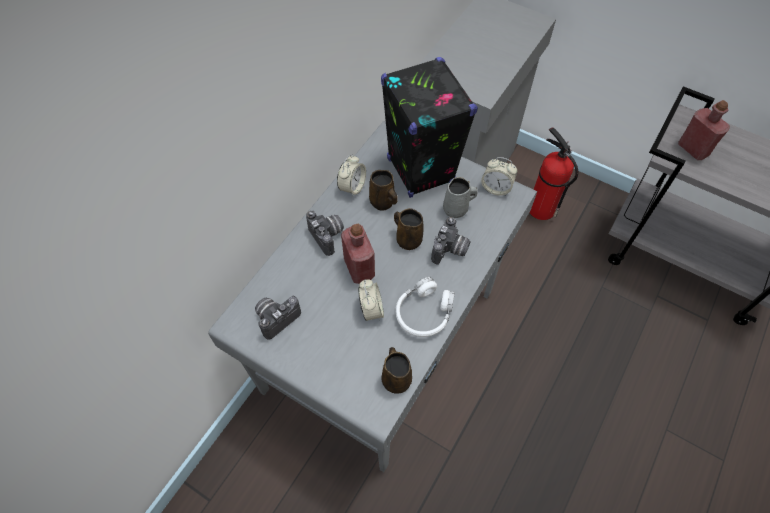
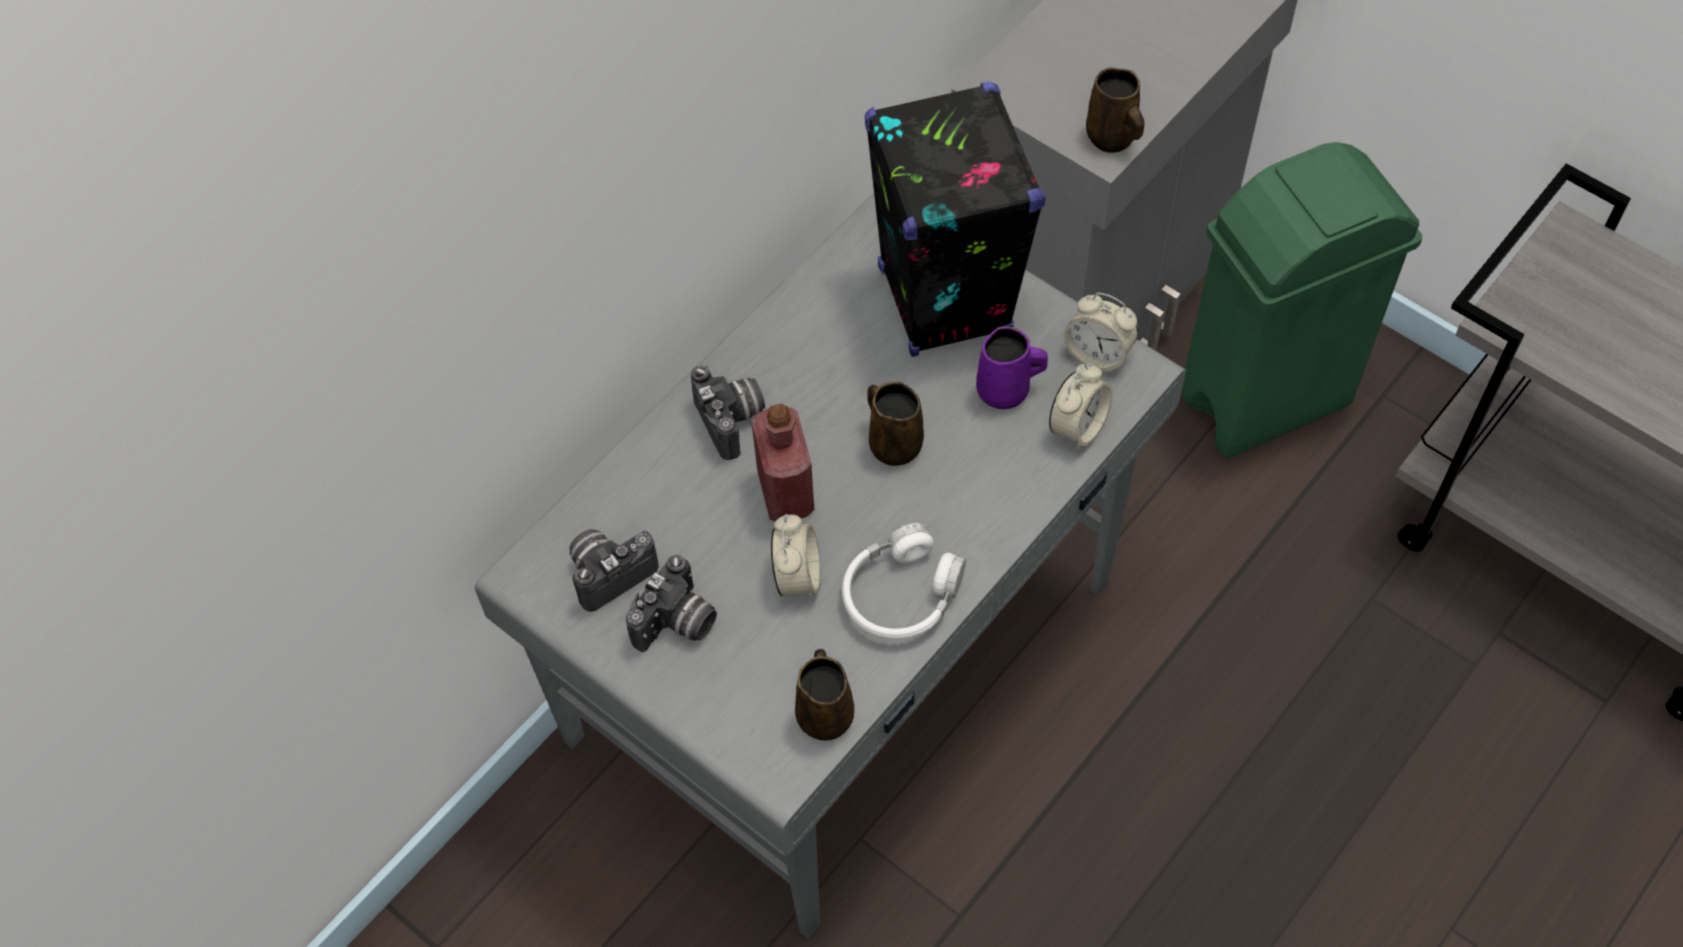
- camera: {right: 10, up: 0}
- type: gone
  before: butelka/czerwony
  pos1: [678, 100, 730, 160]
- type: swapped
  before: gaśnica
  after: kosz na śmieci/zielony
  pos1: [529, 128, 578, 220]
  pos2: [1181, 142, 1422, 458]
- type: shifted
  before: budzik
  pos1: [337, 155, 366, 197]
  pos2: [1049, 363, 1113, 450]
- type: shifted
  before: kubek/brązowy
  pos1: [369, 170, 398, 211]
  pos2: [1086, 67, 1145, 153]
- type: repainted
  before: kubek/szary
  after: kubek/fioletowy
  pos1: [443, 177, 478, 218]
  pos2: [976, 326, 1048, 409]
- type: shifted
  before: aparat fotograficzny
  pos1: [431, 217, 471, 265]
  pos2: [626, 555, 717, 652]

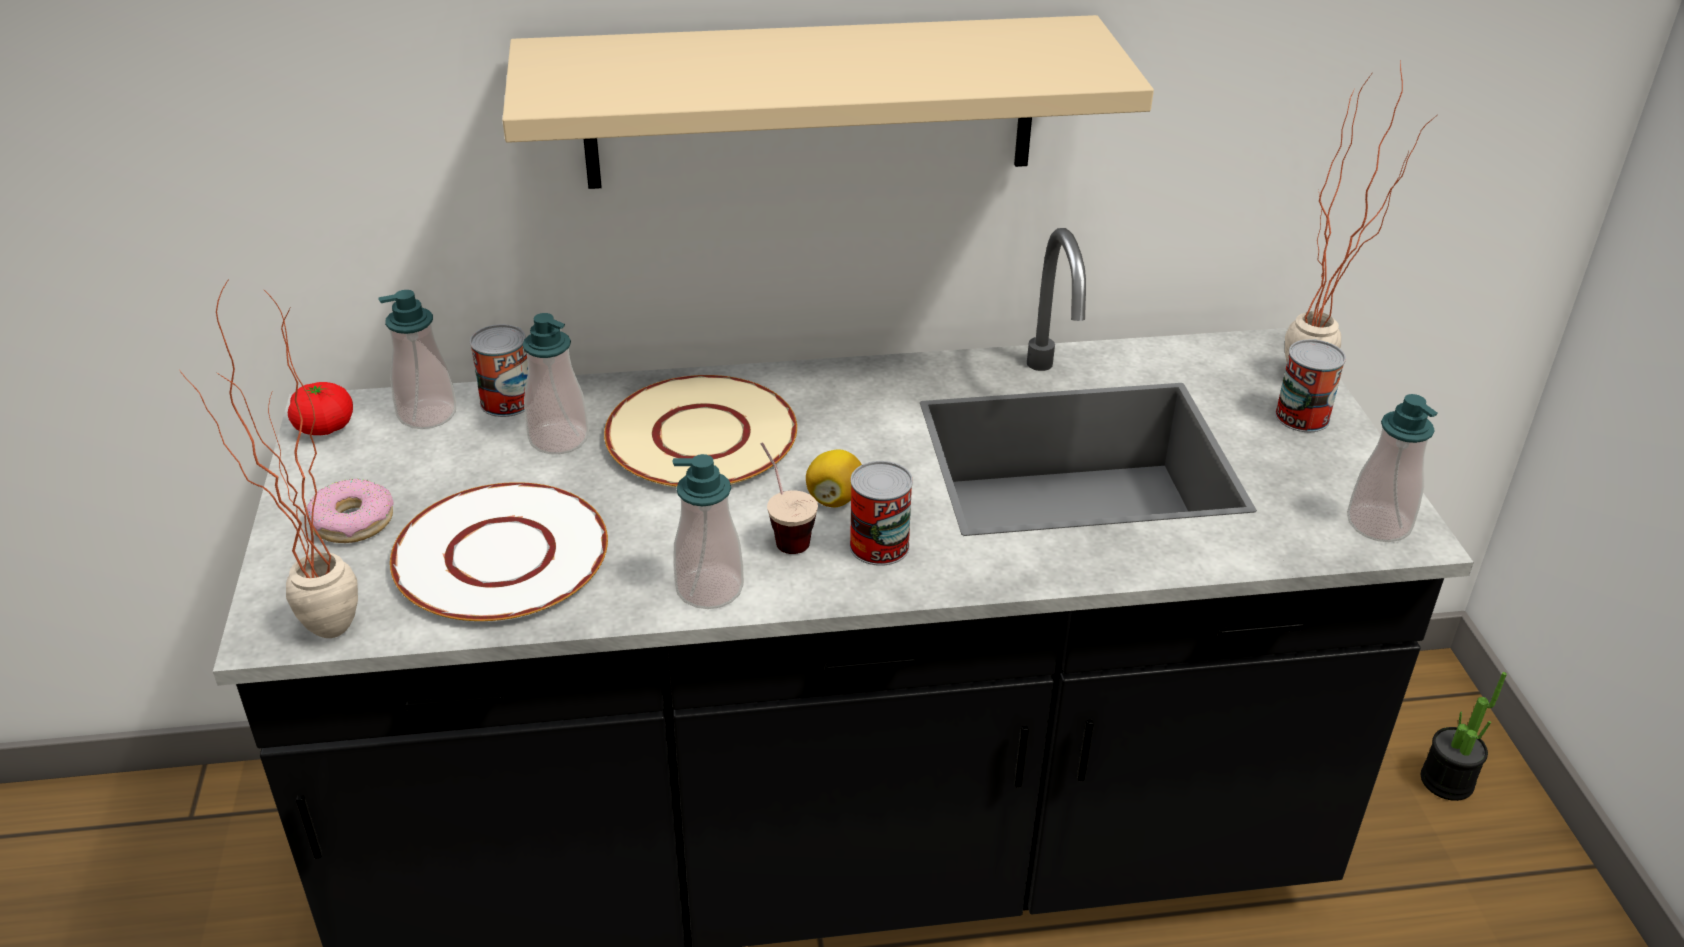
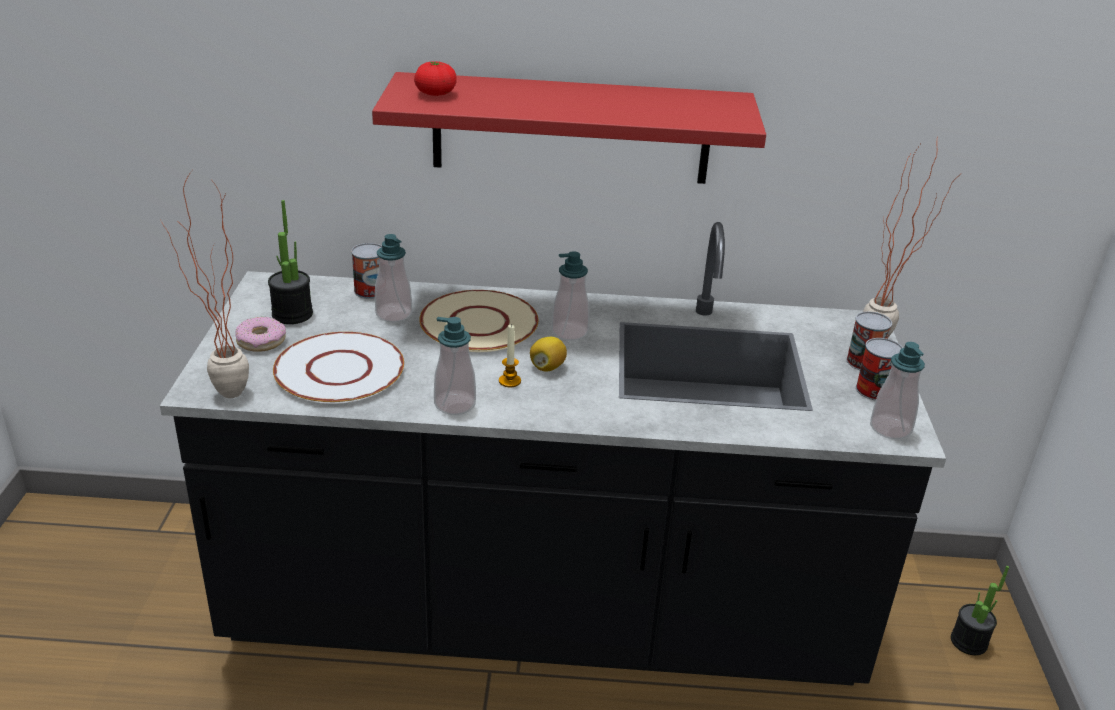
- camera: {right: 10, up: -5}
- type: repainted
  before: półka/beżowy
  after: półka/czerwony
  pos1: [502, 15, 1154, 189]
  pos2: [372, 72, 766, 184]
- type: shifted
  before: dozownik mydła
  pos1: [378, 290, 456, 429]
  pos2: [552, 251, 589, 341]
- type: shifted
  before: pomidor
  pos1: [288, 382, 353, 435]
  pos2: [414, 61, 457, 96]
- type: swapped
  before: filiżanka
  after: świeca
  pos1: [761, 443, 818, 554]
  pos2: [499, 324, 521, 387]
- type: shifted
  before: puszka
  pos1: [849, 461, 913, 566]
  pos2: [856, 338, 903, 400]
- type: new
  after: roślina doniczkowa
  pos2: [268, 200, 313, 324]

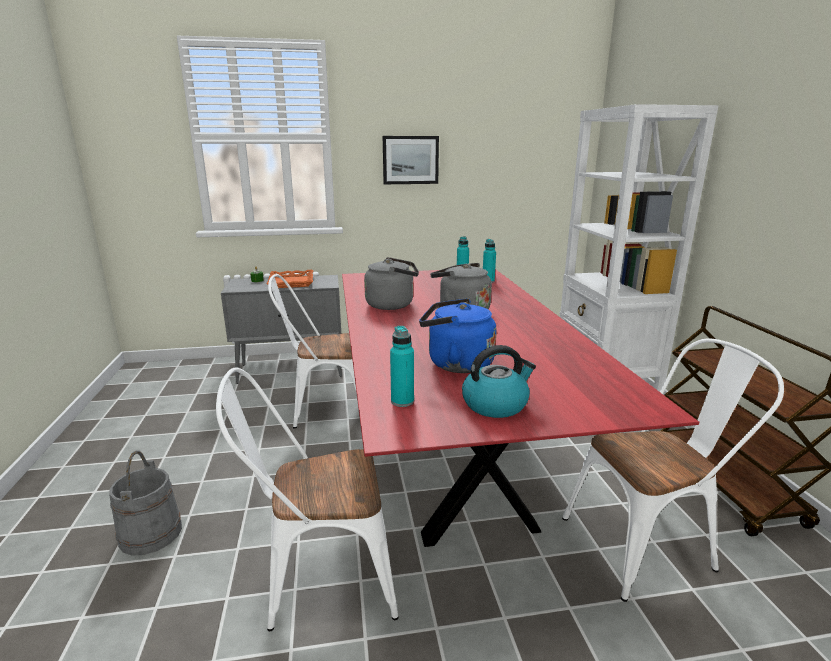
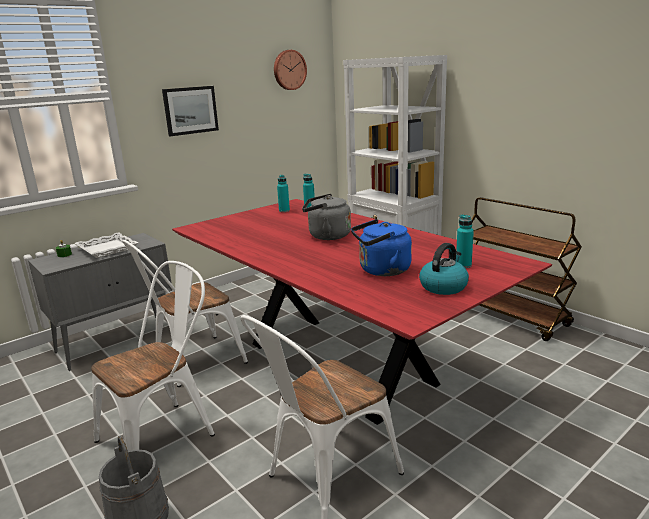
- camera: {right: -30, up: 0}
- type: gone
  before: czajnik/szary
  pos1: [364, 257, 419, 310]
- type: repainted
  before: taca/pomarańczowy
  after: taca/biały
  pos1: [267, 270, 313, 288]
  pos2: [75, 232, 138, 258]
- type: shifted
  before: butelka/turkusowy
  pos1: [390, 326, 414, 407]
  pos2: [456, 214, 474, 268]
- type: shifted
  before: krzesło/biały
  pos1: [562, 339, 784, 602]
  pos2: [91, 261, 215, 451]
- type: new
  after: zegar ścienny
  pos2: [274, 50, 307, 90]

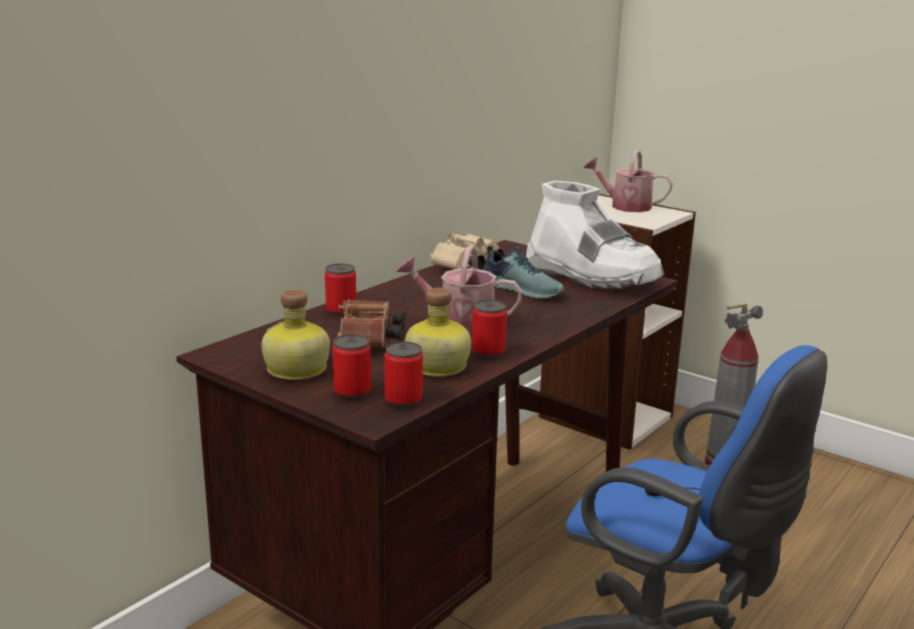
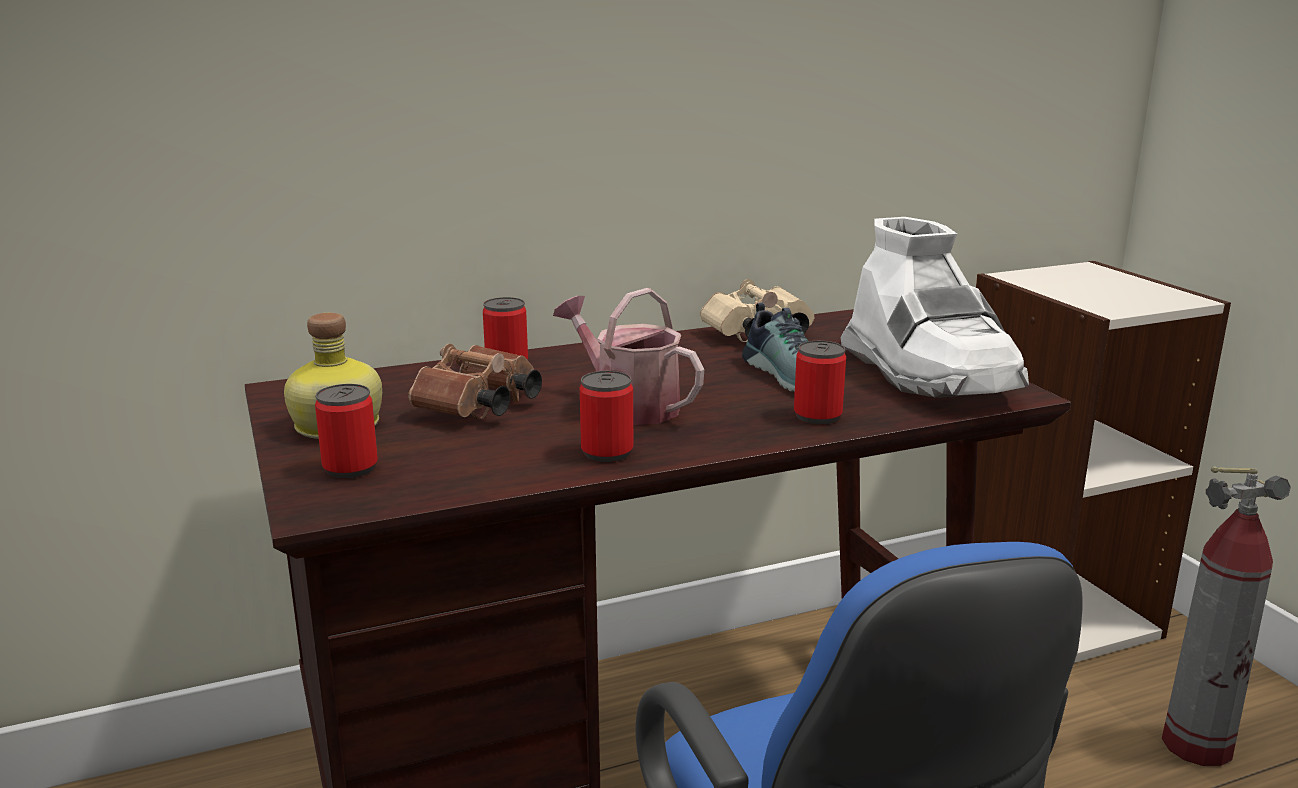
- camera: {right: 30, up: 0}
- type: gone
  before: konewka
  pos1: [583, 150, 673, 212]
- type: gone
  before: butelka
  pos1: [405, 288, 471, 377]
- type: shifted
  before: puszka
  pos1: [384, 342, 423, 408]
  pos2: [794, 341, 846, 424]

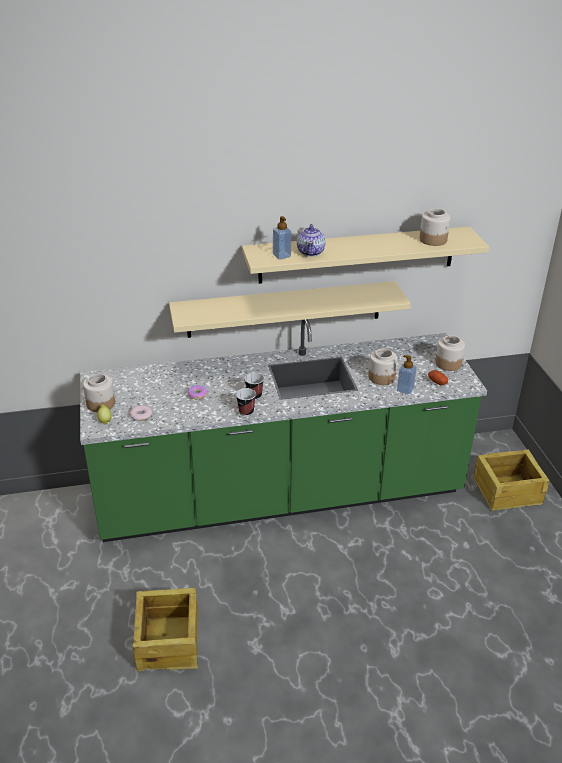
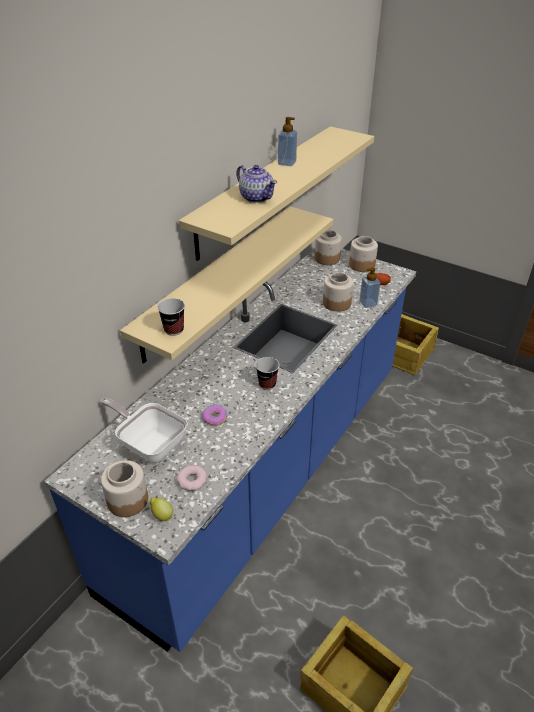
- camera: {right: -45, up: 5}
- type: shifted
  before: słoik
  pos1: [419, 208, 450, 246]
  pos2: [314, 230, 342, 265]
- type: shifted
  before: dozownik mydła
  pos1: [273, 216, 291, 259]
  pos2: [278, 117, 297, 166]
- type: repainted
  before: zabudowa kuchenna/zielony
  after: zabudowa kuchenna/niebieski
  pos1: [80, 319, 487, 542]
  pos2: [44, 248, 416, 652]
- type: shifted
  before: filiżanka
  pos1: [236, 388, 256, 416]
  pos2: [157, 298, 185, 336]
- type: new
  after: patelnia
  pos2: [100, 398, 188, 462]

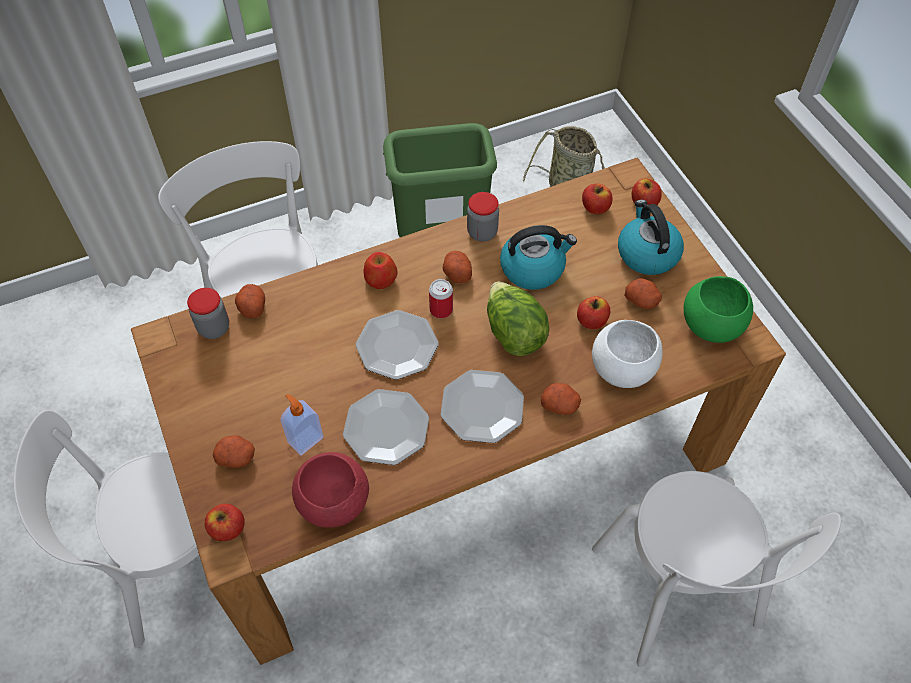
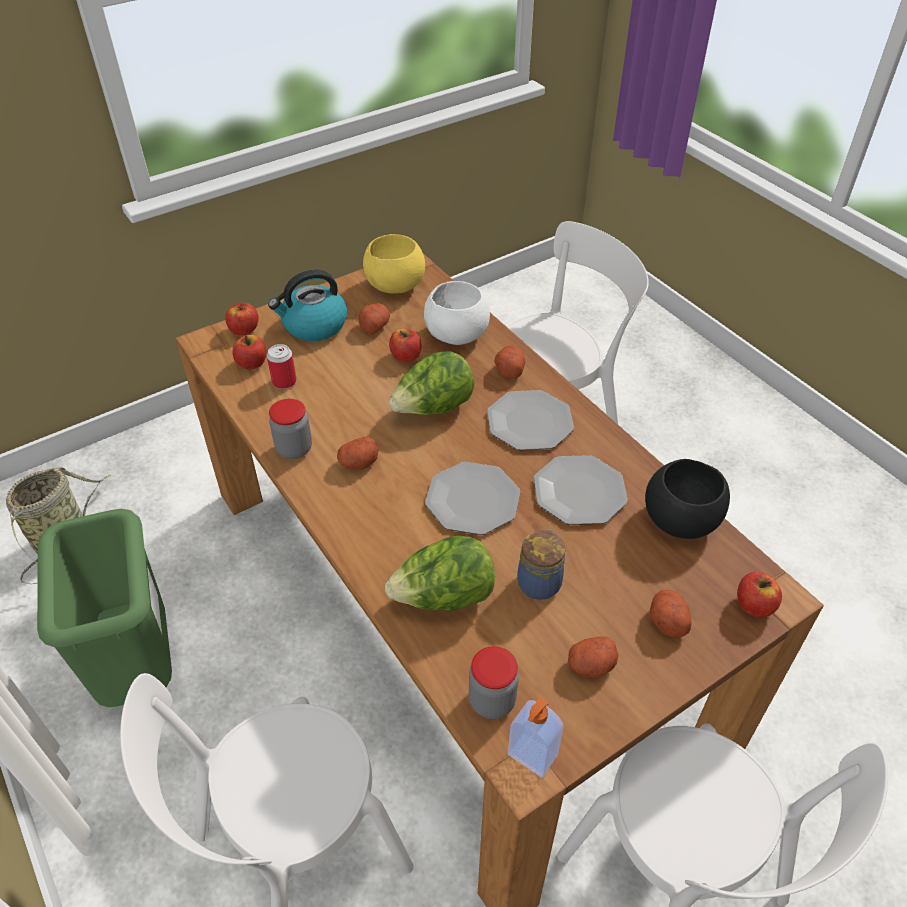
- camera: {right: -100, up: -10}
- type: gone
  before: czajnik
  pos1: [500, 225, 577, 290]
- type: gone
  before: jabłko
  pos1: [363, 252, 397, 289]
- type: repainted
  before: miska/zielony
  after: miska/żółty
  pos1: [684, 276, 753, 343]
  pos2: [363, 234, 425, 293]
- type: shifted
  before: puszka
  pos1: [429, 279, 453, 318]
  pos2: [267, 344, 297, 389]
- type: shifted
  before: ziemniak
  pos1: [235, 284, 265, 318]
  pos2: [568, 636, 619, 678]
- type: shifted
  before: dozownik mydła
  pos1: [280, 394, 324, 455]
  pos2: [508, 697, 564, 777]
- type: repainted
  before: miska/czerwony
  after: miska/czarny
  pos1: [292, 452, 369, 528]
  pos2: [645, 459, 730, 539]
- type: new
  after: słoik
  pos2: [517, 529, 565, 600]
- type: new
  after: sałata
  pos2: [385, 536, 495, 611]

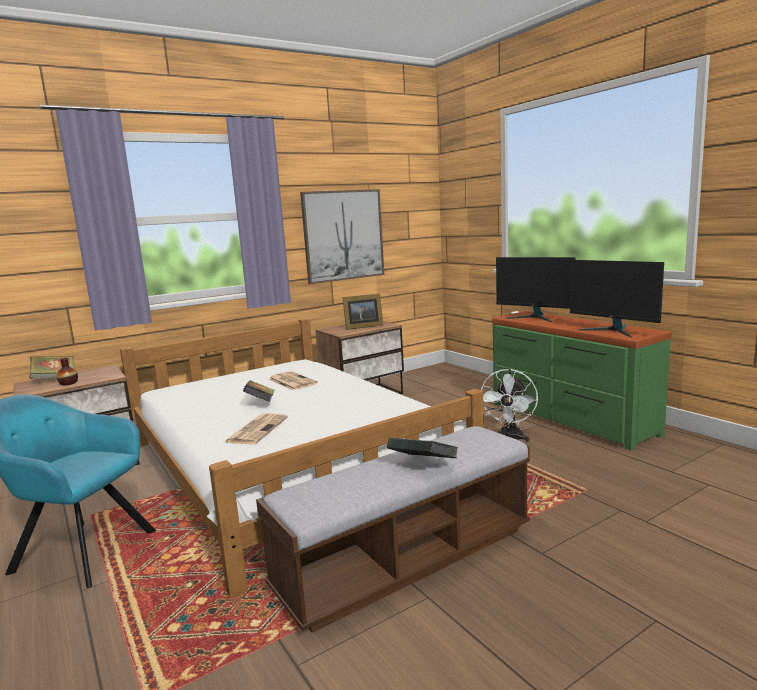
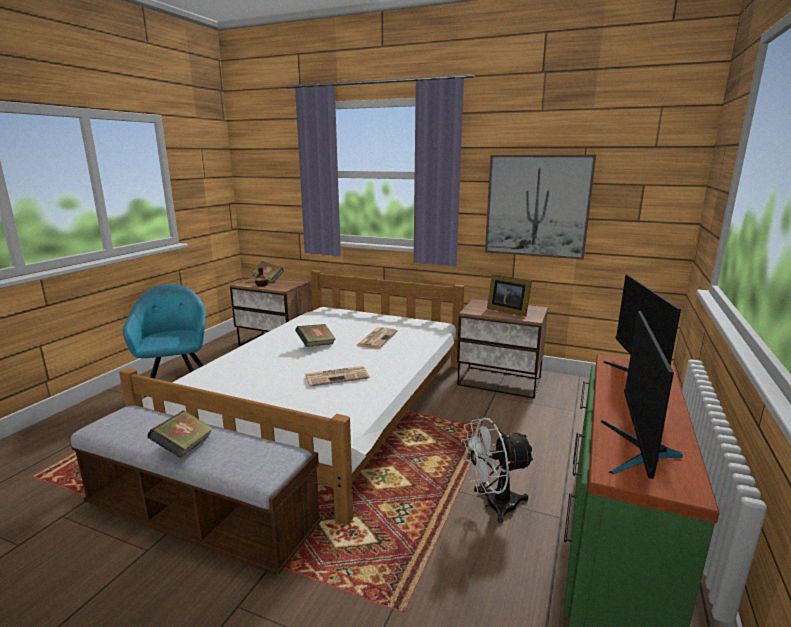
- camera: {right: 55, up: 5}
- type: shifted
  before: gazeta
  pos1: [225, 414, 288, 444]
  pos2: [305, 366, 370, 387]

